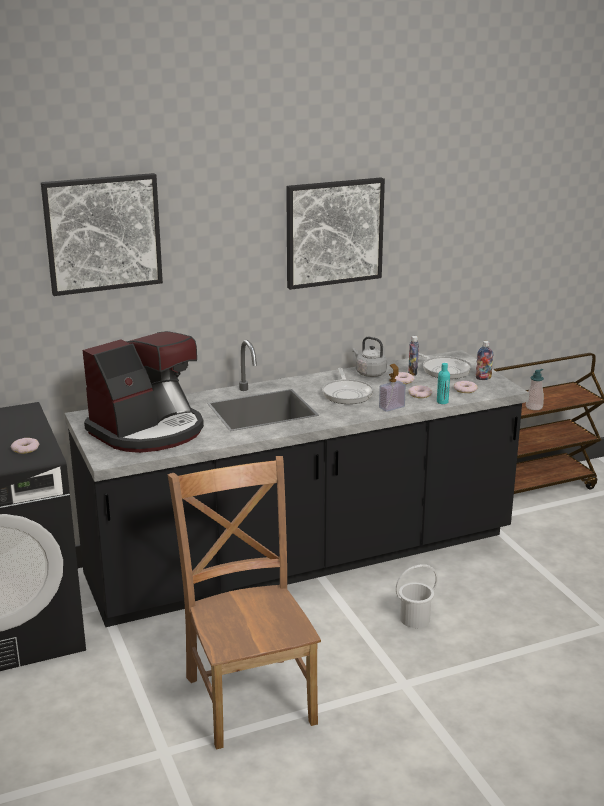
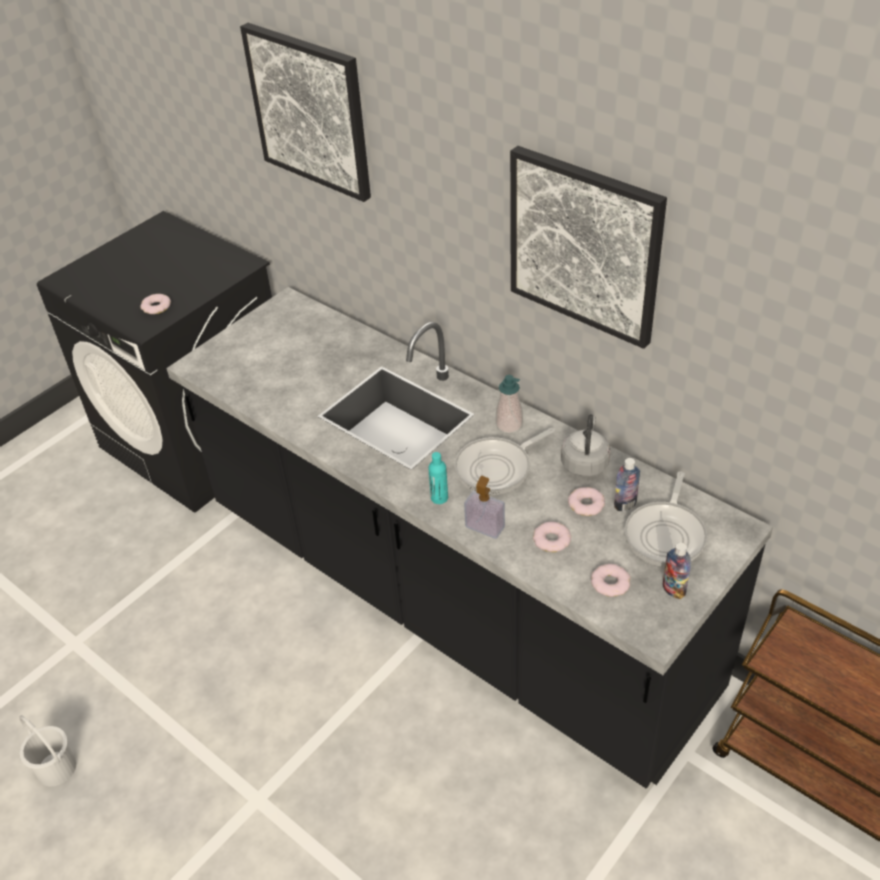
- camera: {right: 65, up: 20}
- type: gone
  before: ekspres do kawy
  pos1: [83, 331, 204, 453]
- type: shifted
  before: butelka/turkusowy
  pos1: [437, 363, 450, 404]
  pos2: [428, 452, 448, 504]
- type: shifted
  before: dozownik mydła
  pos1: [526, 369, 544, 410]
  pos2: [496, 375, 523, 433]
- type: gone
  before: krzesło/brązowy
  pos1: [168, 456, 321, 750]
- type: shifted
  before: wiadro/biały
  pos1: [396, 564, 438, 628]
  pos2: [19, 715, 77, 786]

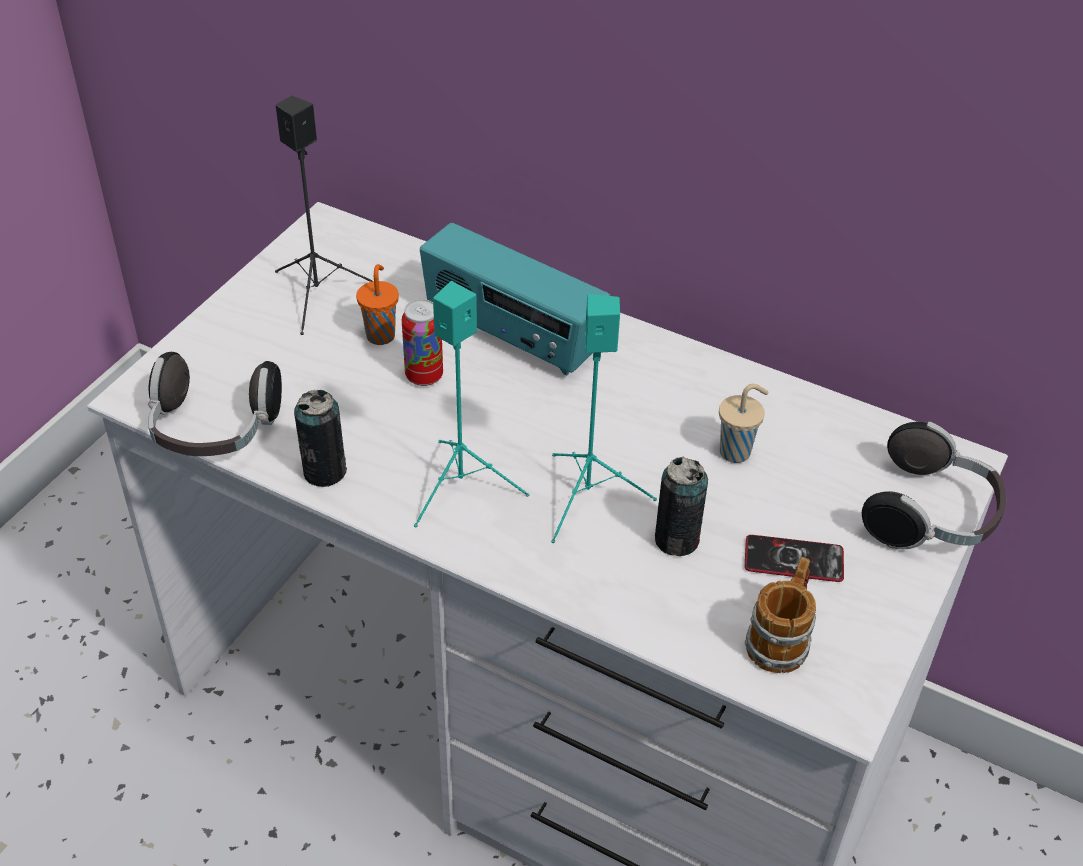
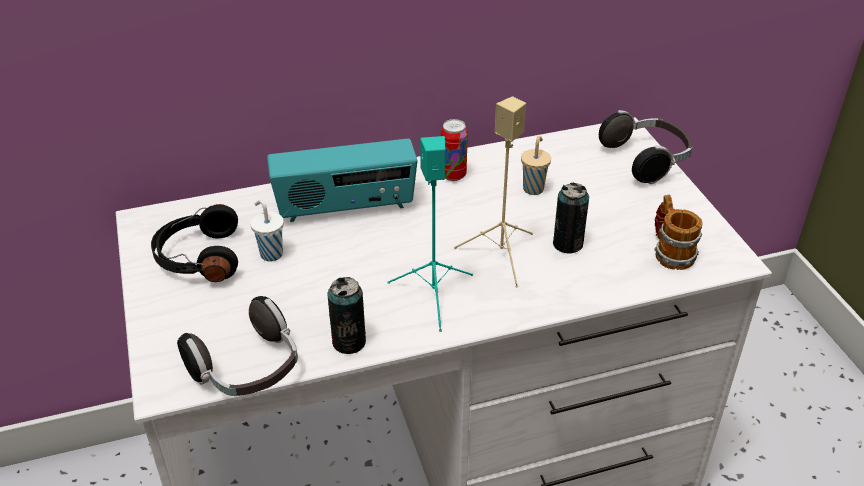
- camera: {right: -45, up: -5}
- type: swapped
  before: głośnik/czarny
  after: słuchawki/czarny
  pos1: [275, 96, 373, 335]
  pos2: [151, 204, 238, 282]
- type: repainted
  before: filiżanka/pomarańczowy
  after: filiżanka/biały
  pos1: [356, 264, 399, 345]
  pos2: [250, 199, 284, 262]
- type: repainted
  before: głośnik/turkusowy
  after: głośnik/beżowy
  pos1: [551, 294, 657, 543]
  pos2: [454, 96, 533, 287]
- type: shifted
  before: puszka
  pos1: [402, 299, 443, 386]
  pos2: [441, 119, 468, 181]
- type: gone
  before: telefon
  pos1: [745, 535, 844, 582]

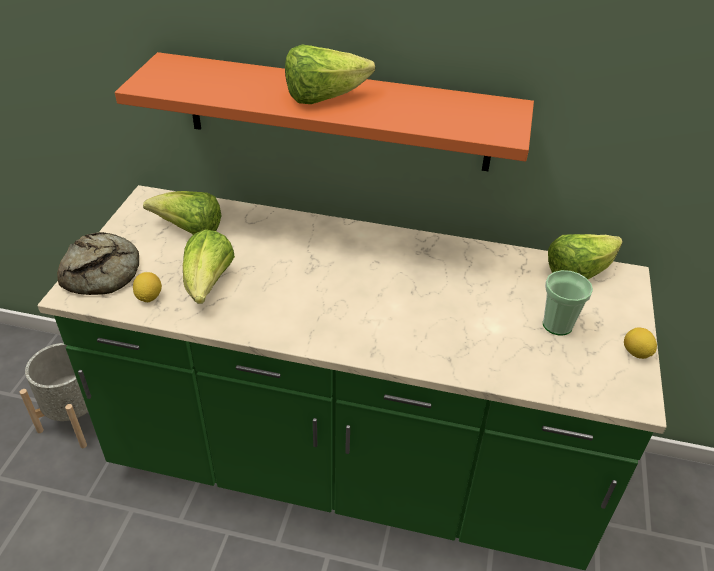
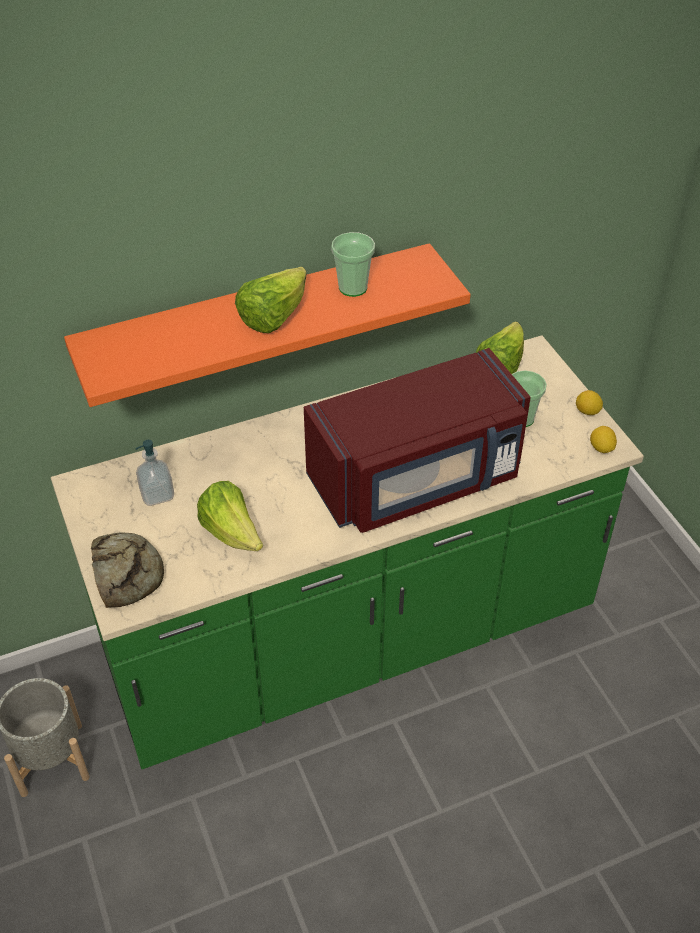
- camera: {right: -35, up: 5}
- type: swapped
  before: sałata
  after: dozownik mydła
  pos1: [143, 191, 221, 235]
  pos2: [135, 440, 174, 506]
- type: shifted
  before: cytryna
  pos1: [133, 272, 162, 302]
  pos2: [590, 426, 617, 453]
- type: new
  after: filiżanka
  pos2: [331, 232, 375, 297]
- type: new
  after: mikrofalówka/czerwony
  pos2: [304, 348, 531, 533]

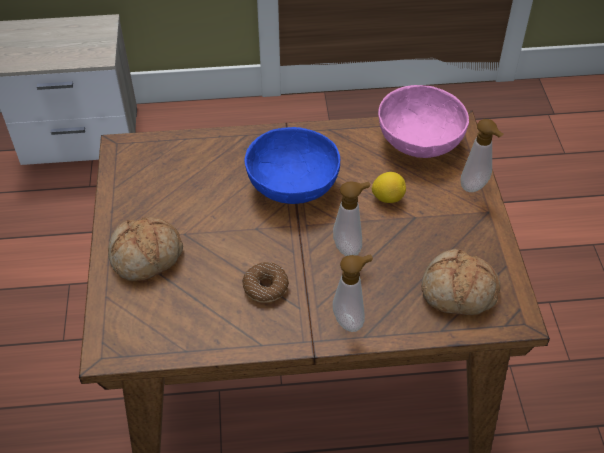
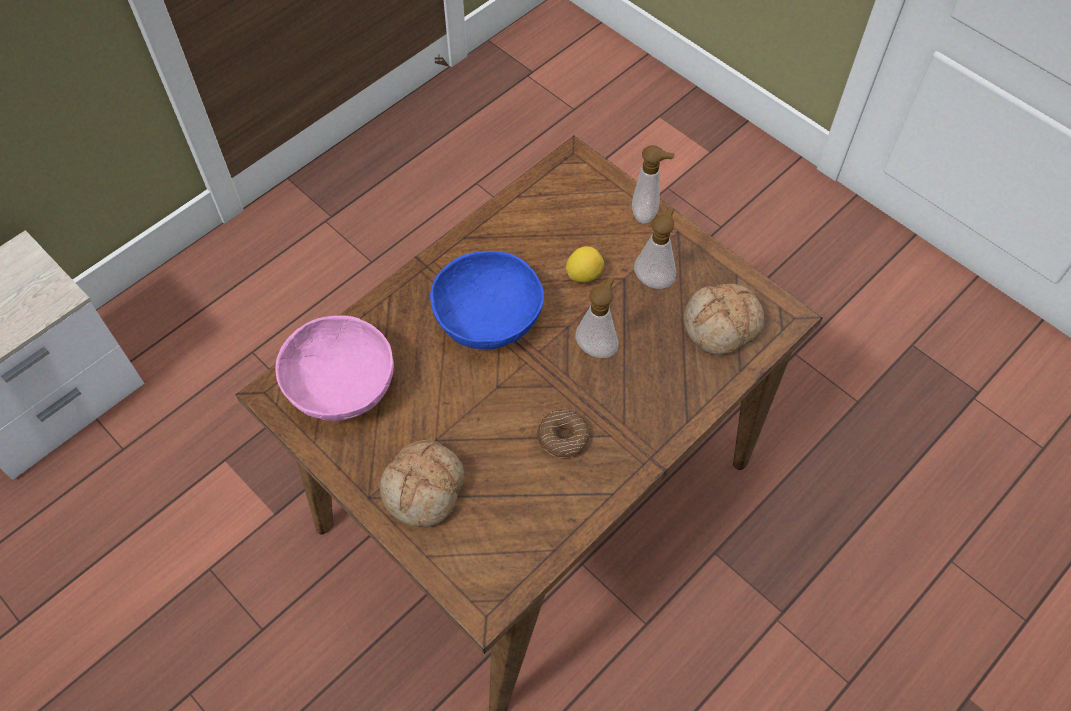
- camera: {right: -40, up: 10}
- type: shifted
  before: miska/różowy
  pos1: [378, 85, 469, 158]
  pos2: [275, 316, 394, 421]
- type: shifted
  before: dozownik mydła
  pos1: [333, 254, 373, 332]
  pos2: [634, 207, 676, 289]

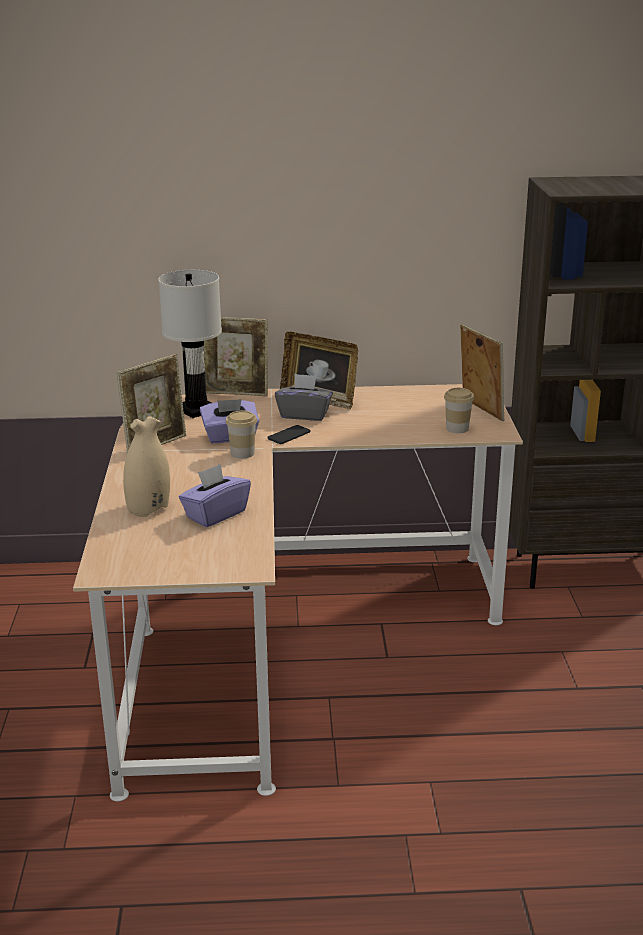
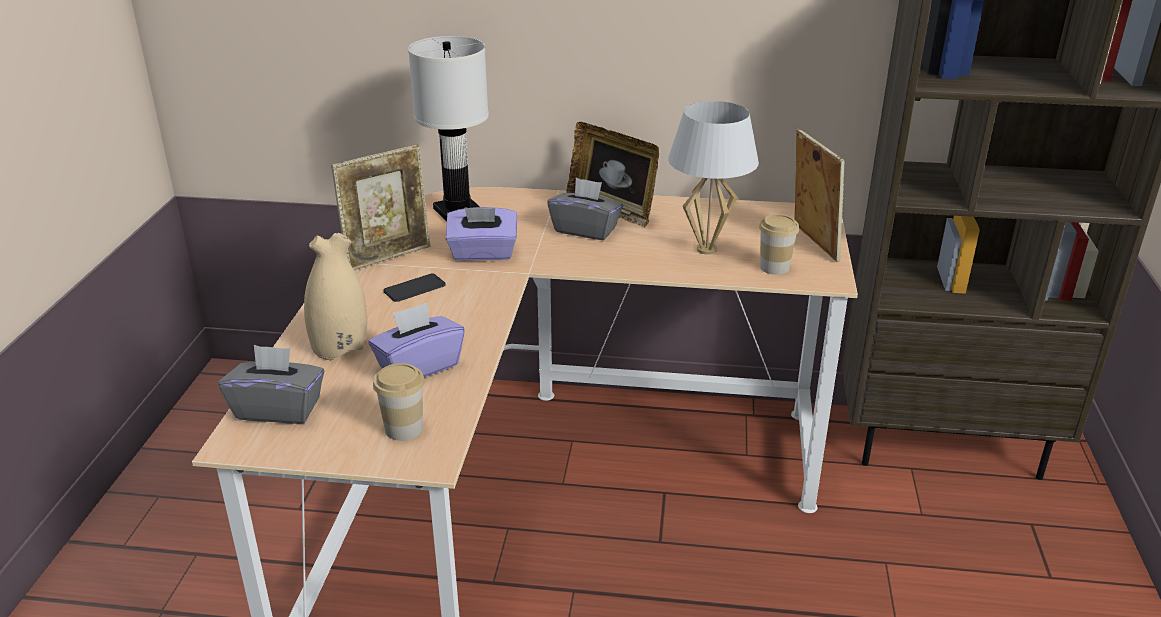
- camera: {right: 10, up: 5}
- type: gone
  before: ramka na zdjęcie
  pos1: [204, 317, 268, 396]
- type: shifted
  before: filiżanka
  pos1: [226, 411, 257, 459]
  pos2: [373, 363, 425, 441]
- type: shifted
  before: telefon
  pos1: [268, 425, 310, 444]
  pos2: [384, 274, 445, 302]
- type: new
  after: lampa stołowa/biały
  pos2: [668, 101, 759, 255]
- type: new
  after: pudełko chusteczek/szary
  pos2: [218, 345, 325, 424]

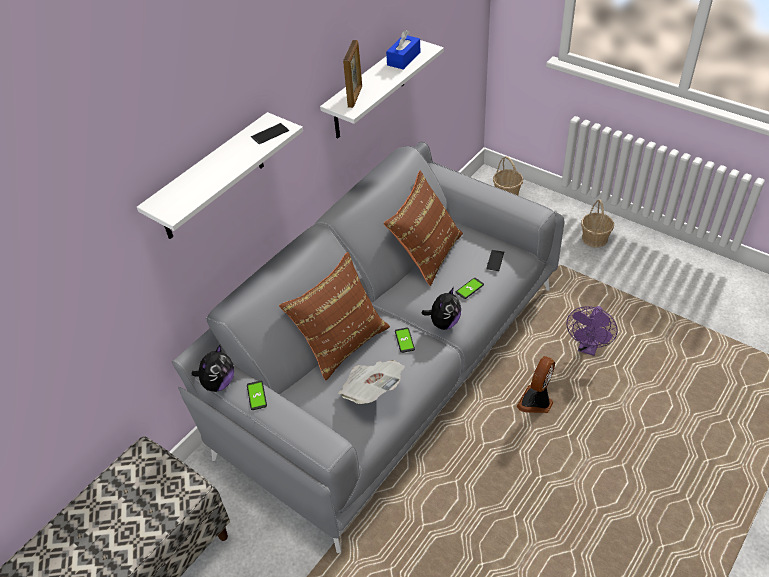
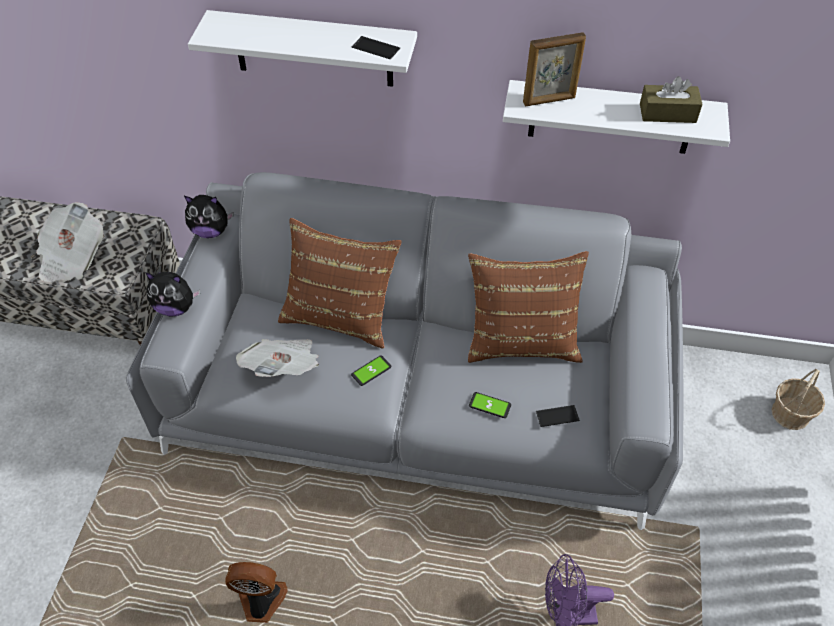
- camera: {right: 60, up: 5}
- type: repainted
  before: pudełko chusteczek/niebieski
  after: pudełko chusteczek/brązowy
  pos1: [386, 30, 420, 70]
  pos2: [640, 76, 702, 123]
- type: gone
  before: koszyk
  pos1: [581, 199, 614, 248]
- type: shifted
  before: pluszak
  pos1: [422, 287, 461, 330]
  pos2: [145, 272, 200, 316]
- type: shifted
  before: wentylator
  pos1: [516, 356, 555, 413]
  pos2: [225, 562, 288, 623]
- type: gone
  before: telefon
  pos1: [247, 381, 267, 410]
- type: new
  after: gazeta
  pos2: [36, 202, 103, 282]

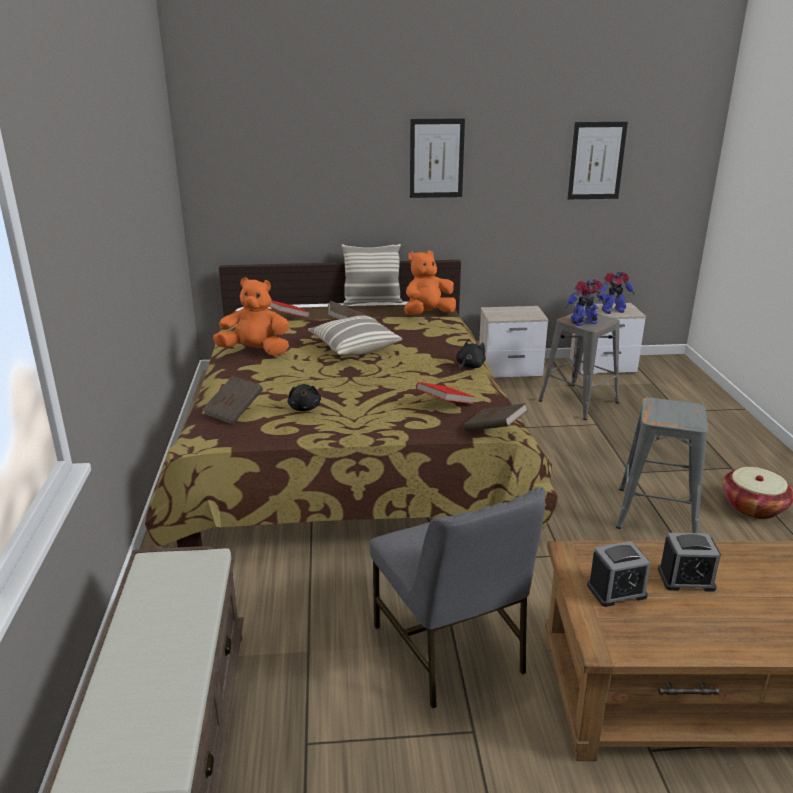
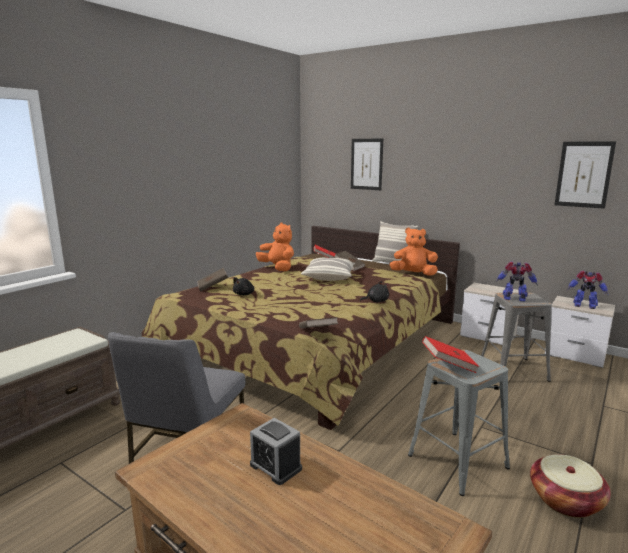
- camera: {right: 40, up: -10}
- type: shifted
  before: obraz
  pos1: [410, 118, 465, 198]
  pos2: [351, 139, 383, 190]
- type: shifted
  before: książka/czerwony
  pos1: [416, 382, 475, 404]
  pos2: [422, 336, 480, 373]
- type: gone
  before: budzik
  pos1: [587, 541, 651, 607]

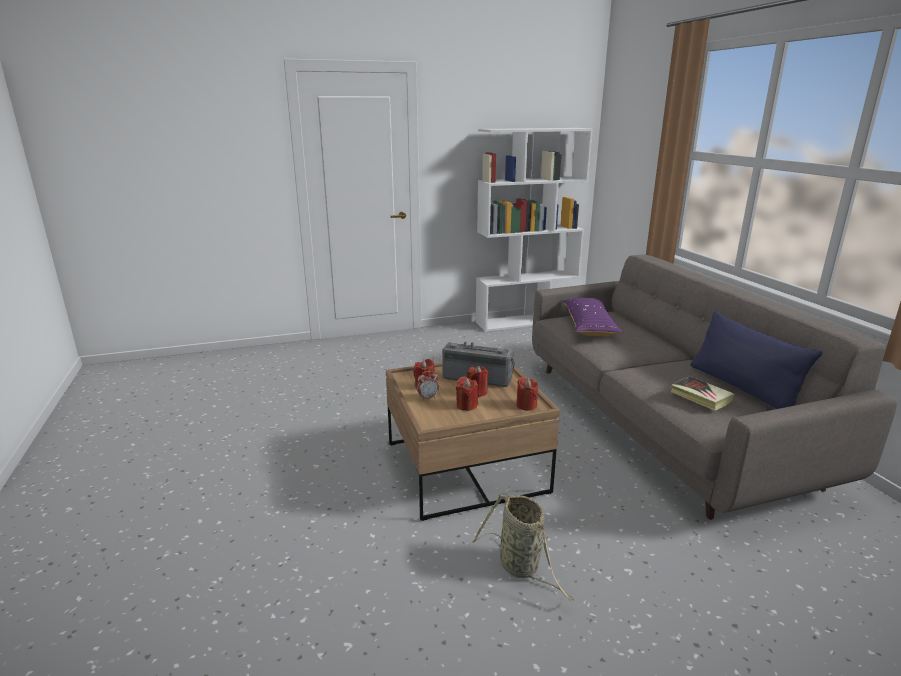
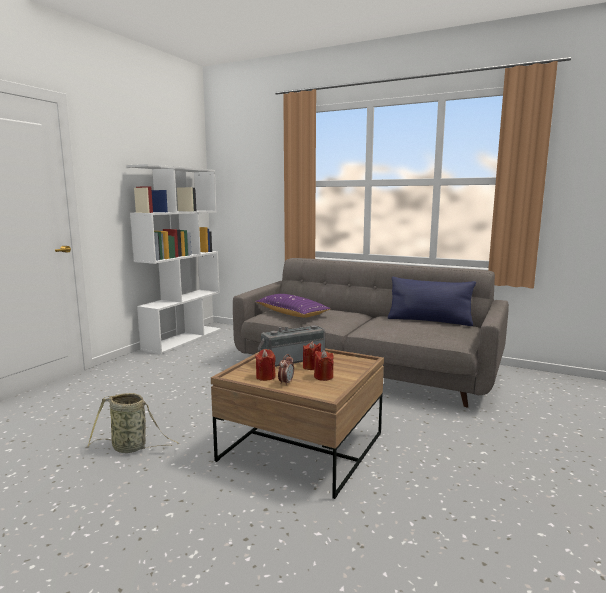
- camera: {right: -45, up: -10}
- type: gone
  before: książka
  pos1: [671, 376, 735, 411]
- type: gone
  before: świeca/czerwony
  pos1: [516, 377, 538, 411]
- type: shifted
  before: koszyk
  pos1: [472, 493, 574, 601]
  pos2: [88, 393, 179, 453]

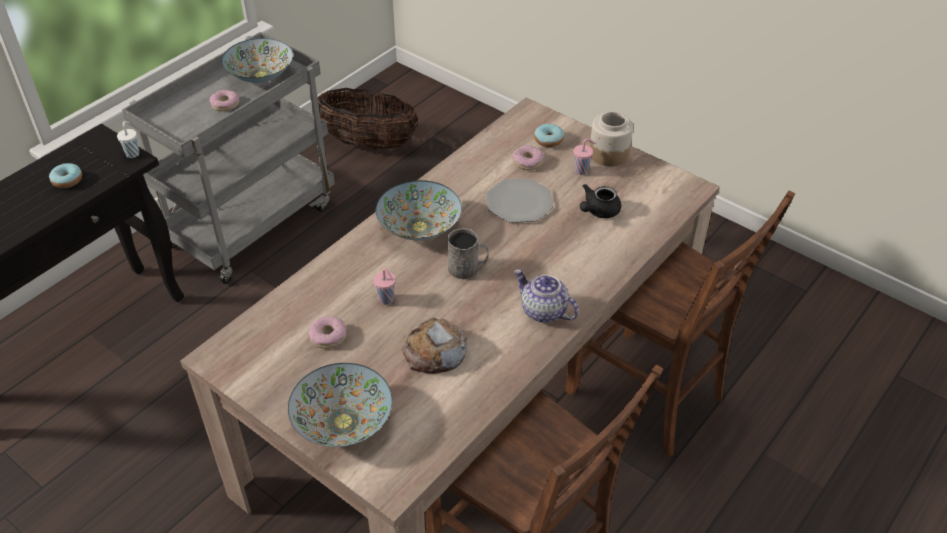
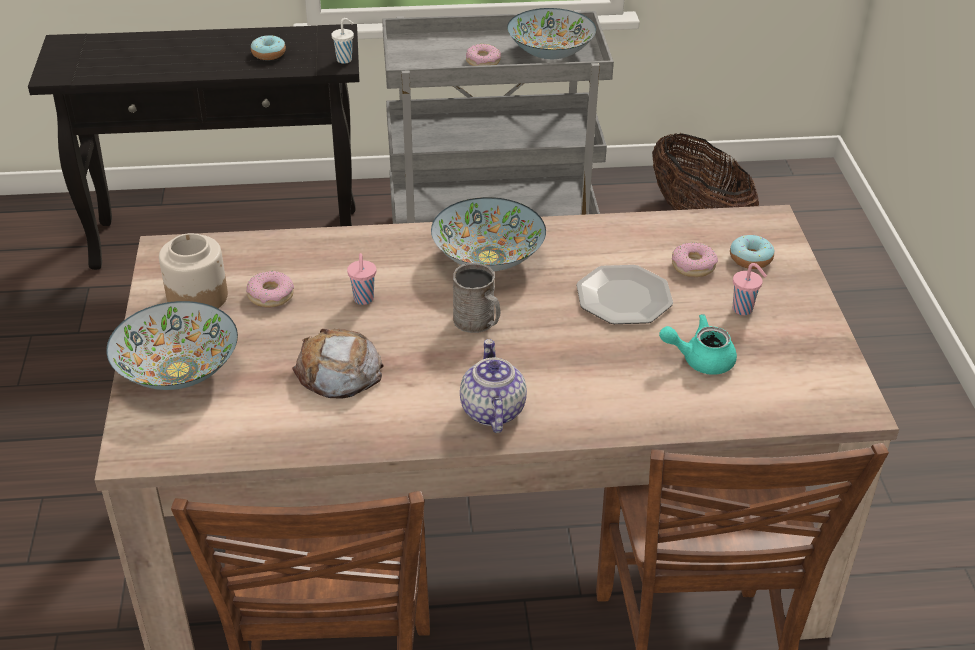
- camera: {right: 45, up: -5}
- type: shifted
  before: słoik
  pos1: [590, 112, 633, 166]
  pos2: [159, 233, 228, 308]
- type: repainted
  before: imbryk/czarny
  after: imbryk/turkusowy
  pos1: [580, 184, 621, 218]
  pos2: [659, 314, 737, 375]

